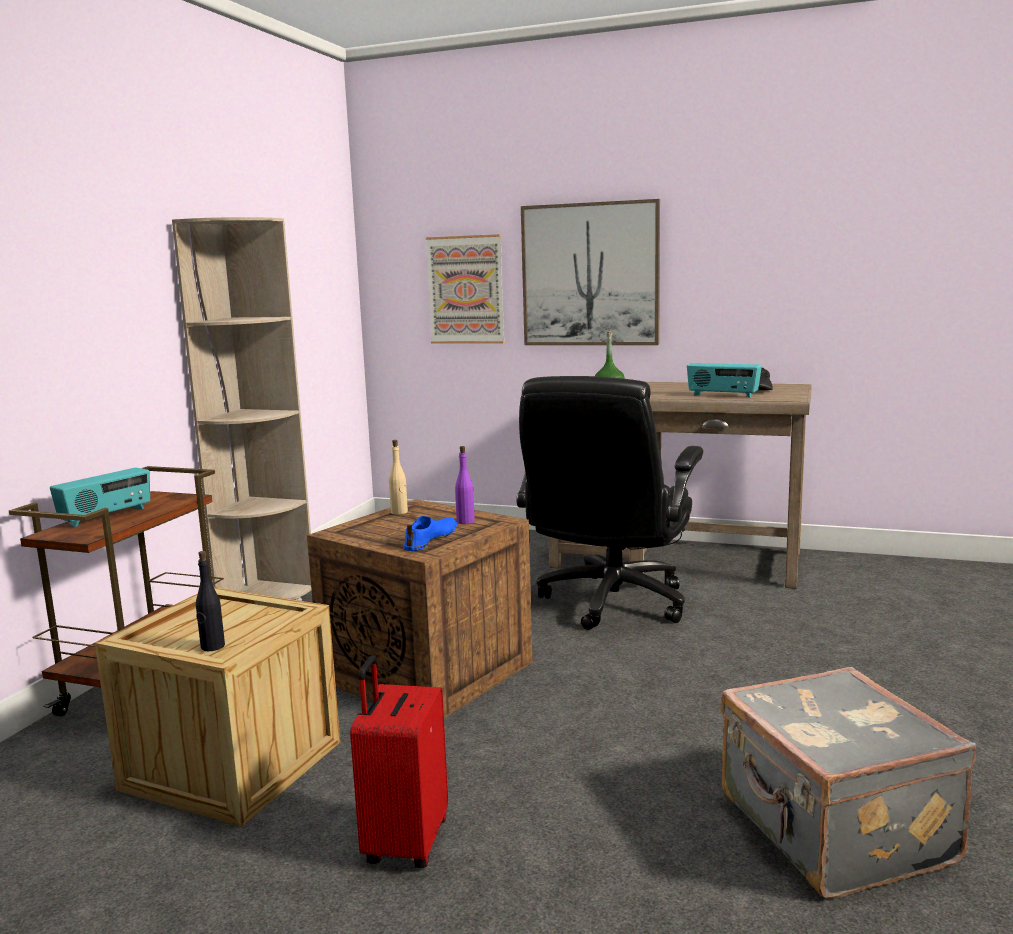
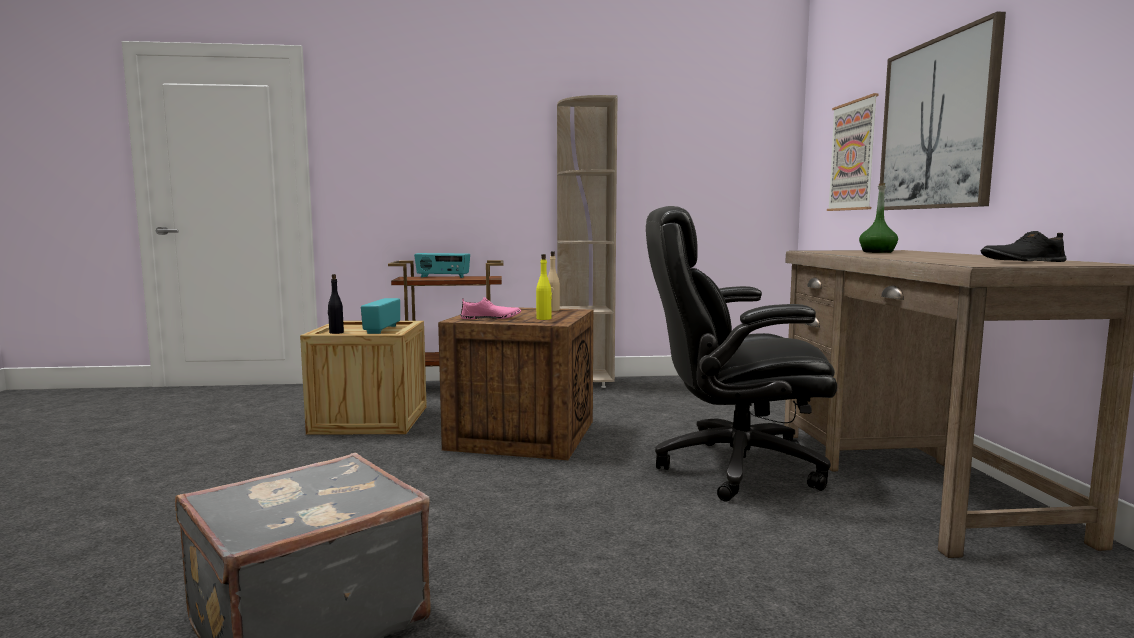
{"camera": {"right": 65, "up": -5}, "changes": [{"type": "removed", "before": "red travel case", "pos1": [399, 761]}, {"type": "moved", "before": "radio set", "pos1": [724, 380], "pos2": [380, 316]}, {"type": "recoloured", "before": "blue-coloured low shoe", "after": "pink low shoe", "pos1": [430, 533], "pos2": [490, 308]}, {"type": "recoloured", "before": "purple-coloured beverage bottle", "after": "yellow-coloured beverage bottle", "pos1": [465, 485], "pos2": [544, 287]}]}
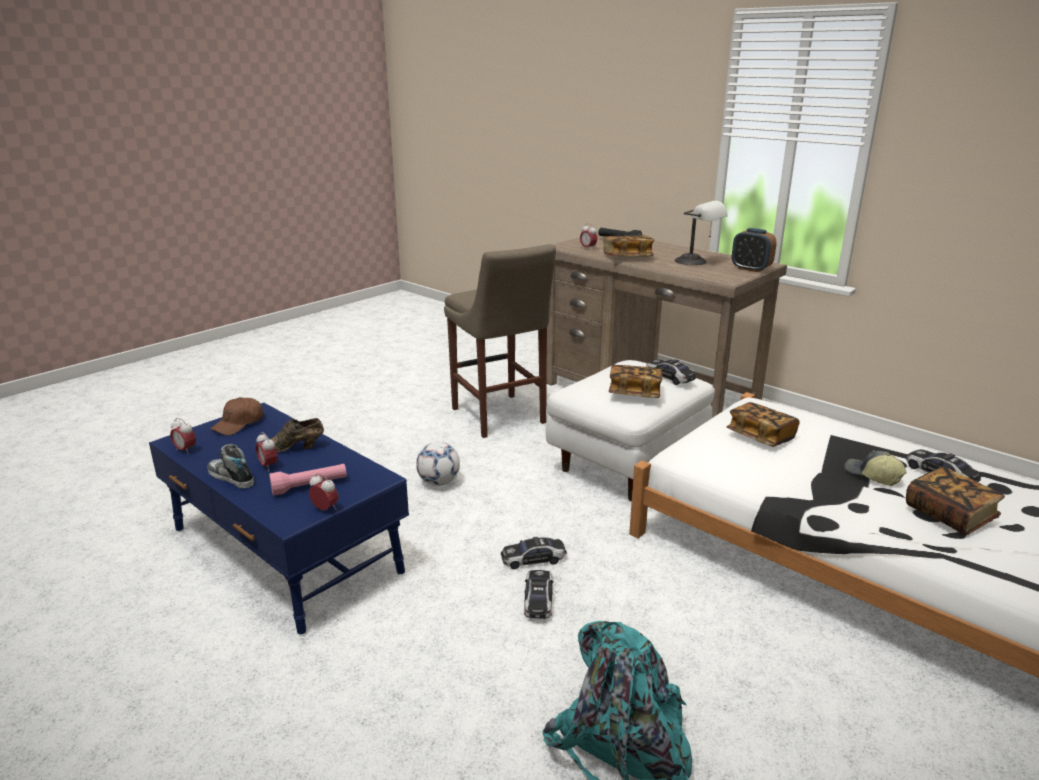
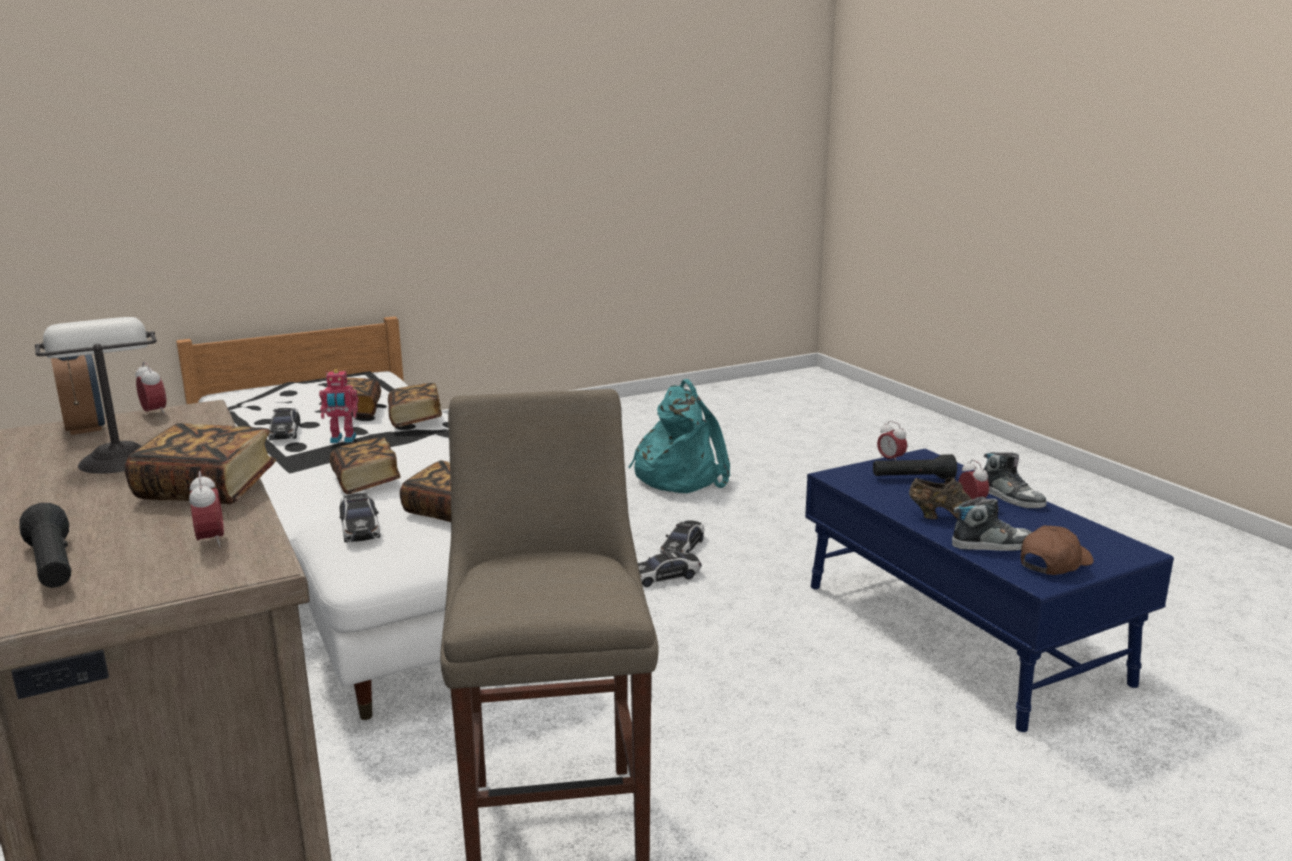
{"camera": {"right": -160, "up": -5}, "changes": [{"type": "removed", "before": "football", "pos1": [438, 464]}, {"type": "added", "after": "volume", "pos2": [415, 405]}, {"type": "added", "after": "low shoe", "pos2": [992, 524]}, {"type": "moved", "before": "bedside clock", "pos1": [183, 436], "pos2": [150, 389]}, {"type": "replaced", "before": "cap", "after": "toy robot", "pos1": [875, 468], "pos2": [339, 406]}, {"type": "recoloured", "before": "pink flashlight", "after": "black-coloured flashlight", "pos1": [308, 480], "pos2": [915, 466]}, {"type": "turned", "before": "toy car", "pos1": [534, 553], "pos2": [670, 569], "turn": 150}]}
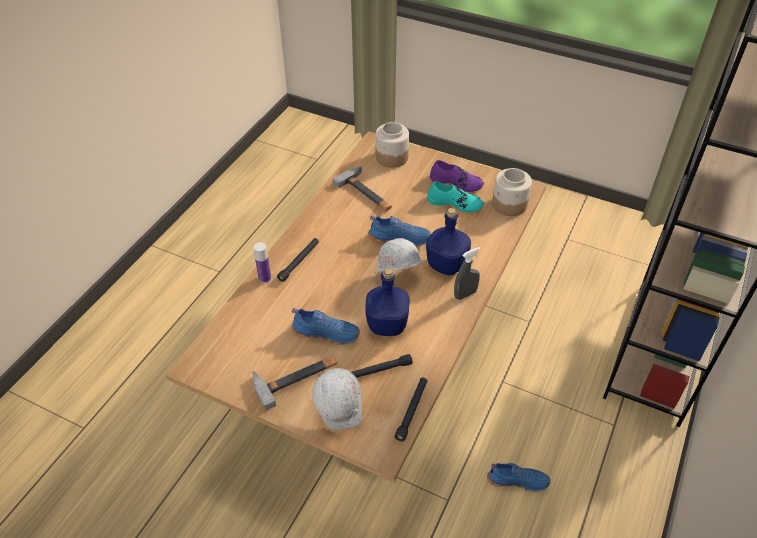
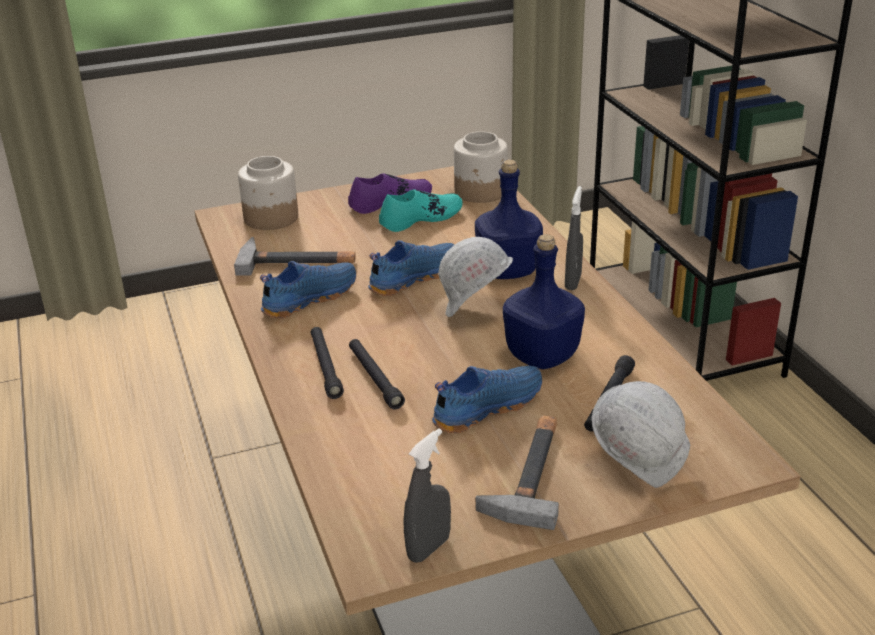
{"camera": {"right": -45, "up": -15}, "changes": [{"type": "removed", "before": "beverage bottle", "pos1": [262, 262]}, {"type": "added", "after": "gray hand sprayer", "pos2": [427, 495]}, {"type": "moved", "before": "black-coloured flashlight", "pos1": [411, 409], "pos2": [377, 374]}, {"type": "moved", "before": "blue-coloured low shoe", "pos1": [519, 477], "pos2": [308, 289]}]}
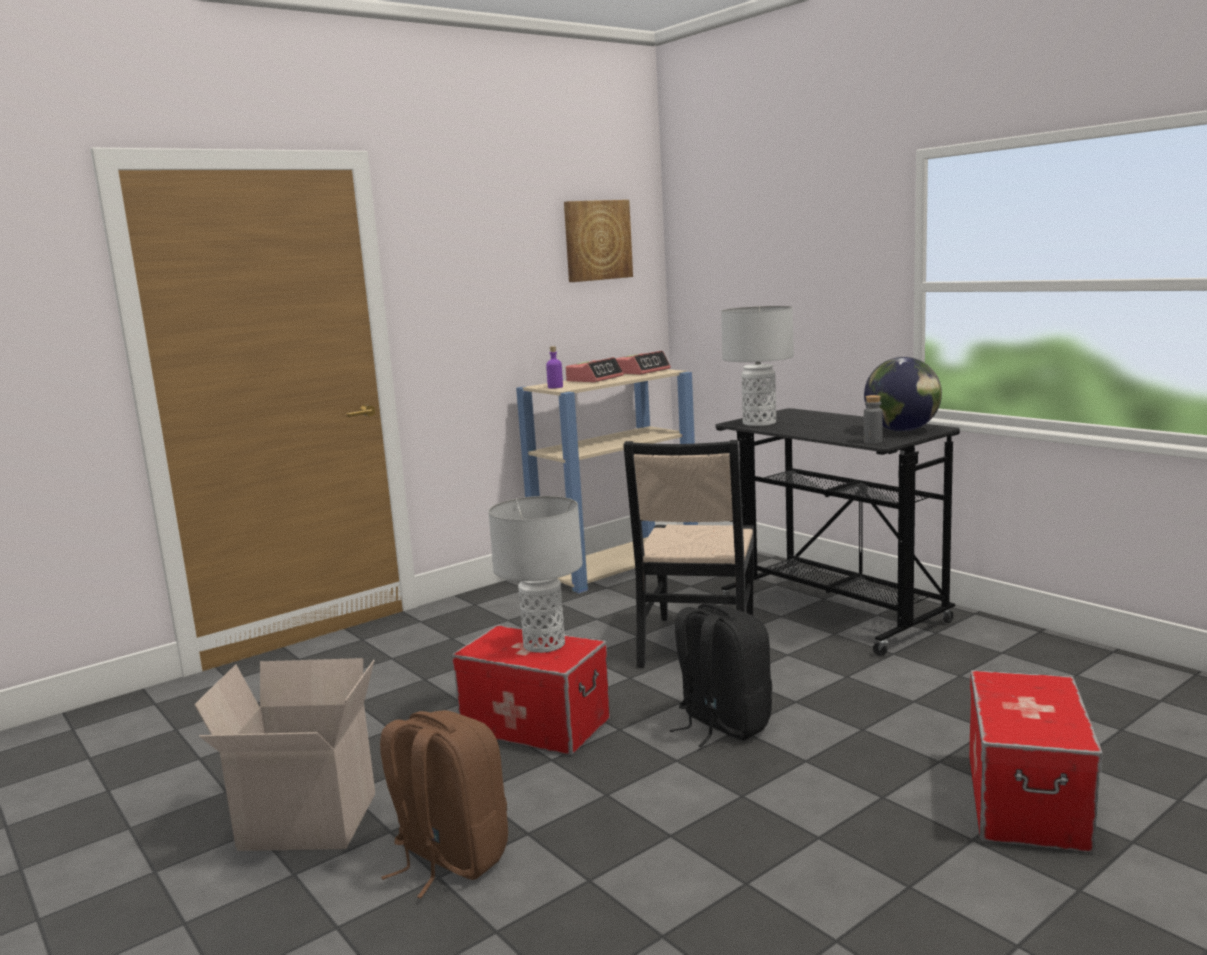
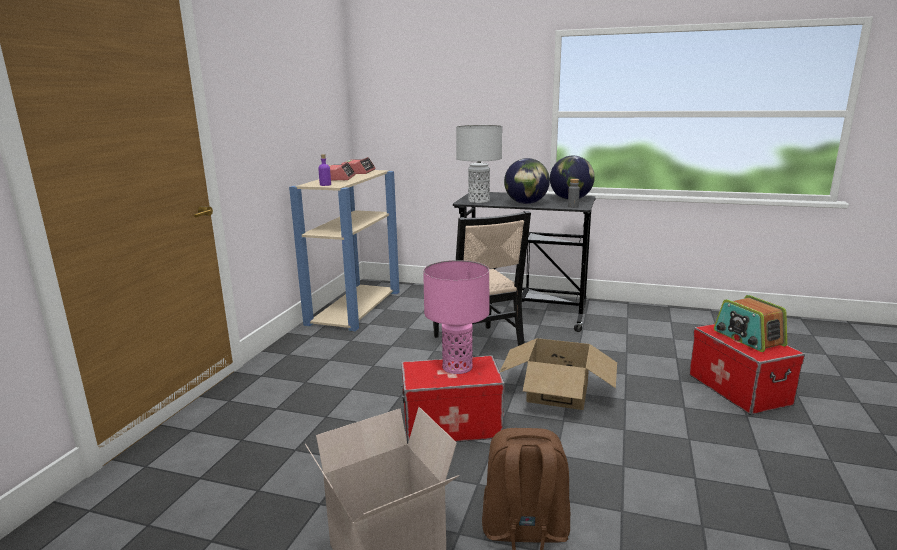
{"camera": {"right": -35, "up": 5}, "changes": [{"type": "removed", "before": "picture", "pos1": [598, 241]}, {"type": "added", "after": "globe", "pos2": [527, 181]}, {"type": "added", "after": "radio set", "pos2": [750, 323]}, {"type": "replaced", "before": "black-coloured knapsack", "after": "cardboard box", "pos1": [720, 675], "pos2": [558, 374]}, {"type": "recoloured", "before": "whitish lamp for a table", "after": "pink lamp for a table", "pos1": [536, 574], "pos2": [456, 317]}]}
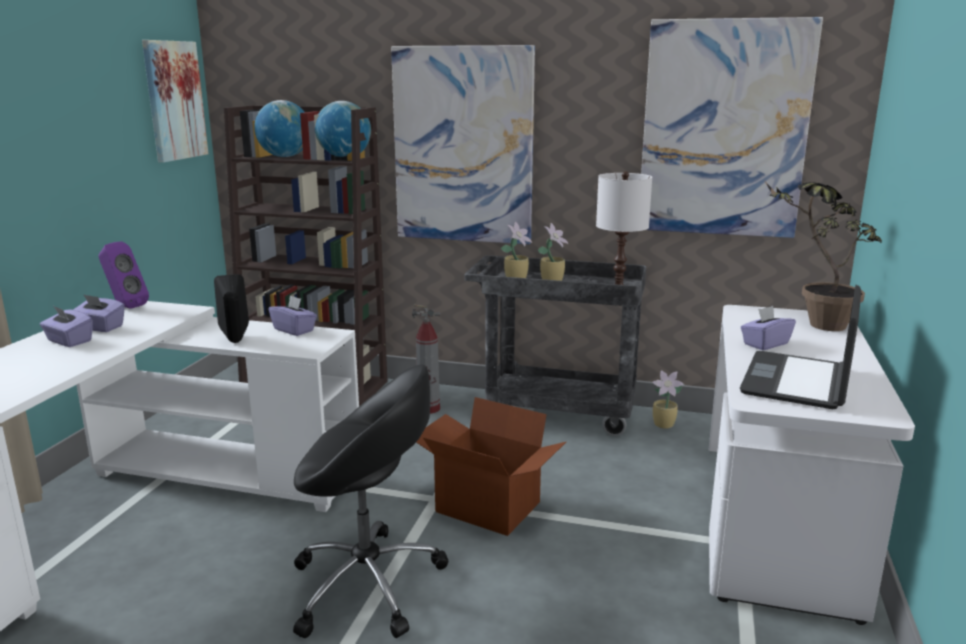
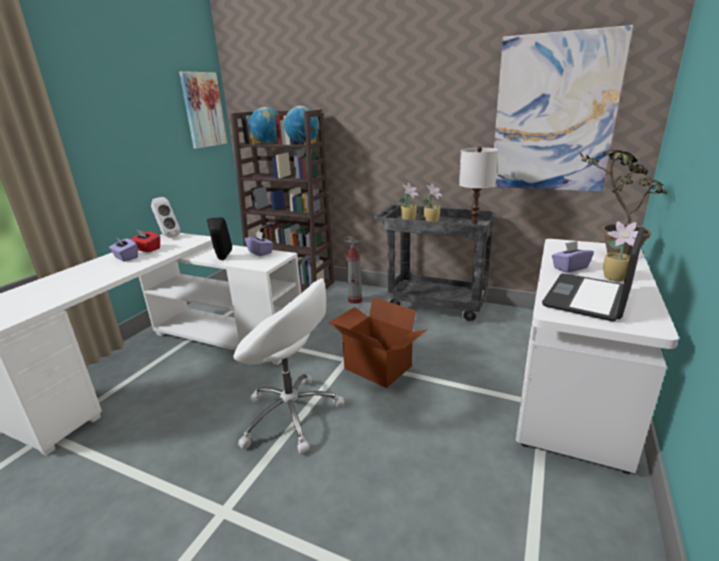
{"camera": {"right": 10, "up": 5}, "changes": [{"type": "removed", "before": "picture", "pos1": [463, 144]}, {"type": "moved", "before": "plant in a pot", "pos1": [668, 399], "pos2": [624, 251]}, {"type": "recoloured", "before": "purple-coloured tissue holder", "after": "red tissue holder", "pos1": [99, 313], "pos2": [145, 241]}, {"type": "recoloured", "before": "purple-coloured speaker", "after": "whitish speaker", "pos1": [124, 275], "pos2": [165, 217]}, {"type": "recoloured", "before": "black-coloured desk chair", "after": "whitish desk chair", "pos1": [371, 501], "pos2": [289, 366]}]}
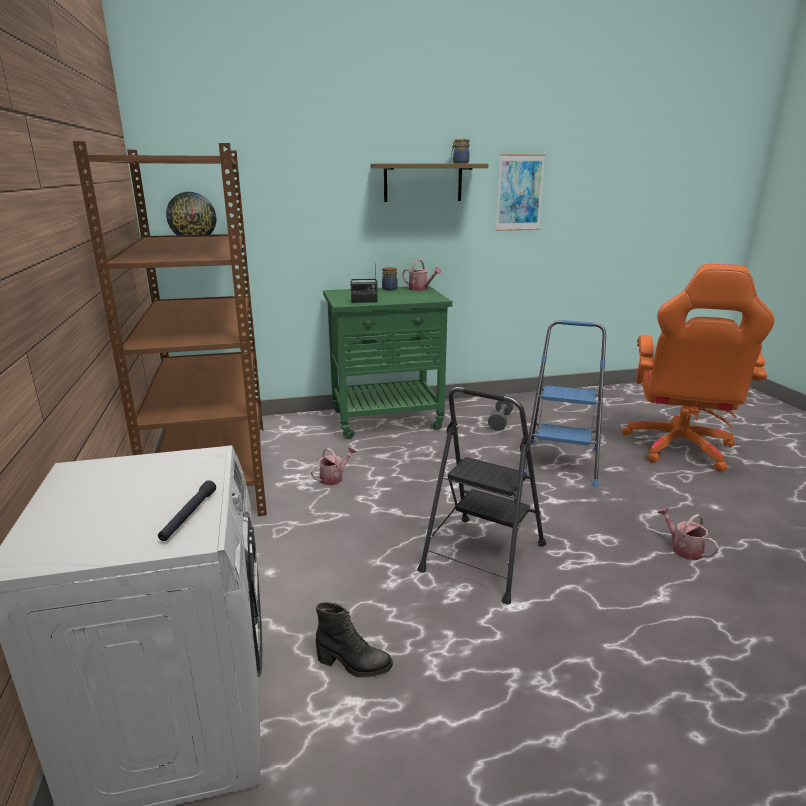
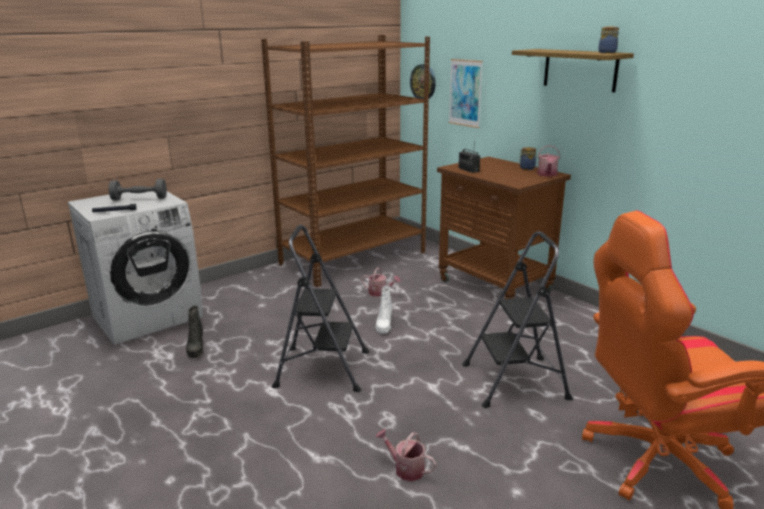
{"camera": {"right": 65, "up": 0}, "changes": [{"type": "added", "after": "whitish high-top boot", "pos2": [384, 310]}, {"type": "moved", "before": "gray dumbbell", "pos1": [500, 415], "pos2": [138, 190]}, {"type": "moved", "before": "picture", "pos1": [521, 192], "pos2": [466, 93]}, {"type": "recoloured", "before": "green trolley", "after": "brown trolley", "pos1": [387, 362], "pos2": [504, 227]}, {"type": "recoloured", "before": "blue-coloured step stool", "after": "black-coloured step stool", "pos1": [565, 403], "pos2": [517, 319]}, {"type": "turned", "before": "watering can", "pos1": [688, 533], "pos2": [406, 455], "turn": -90}]}
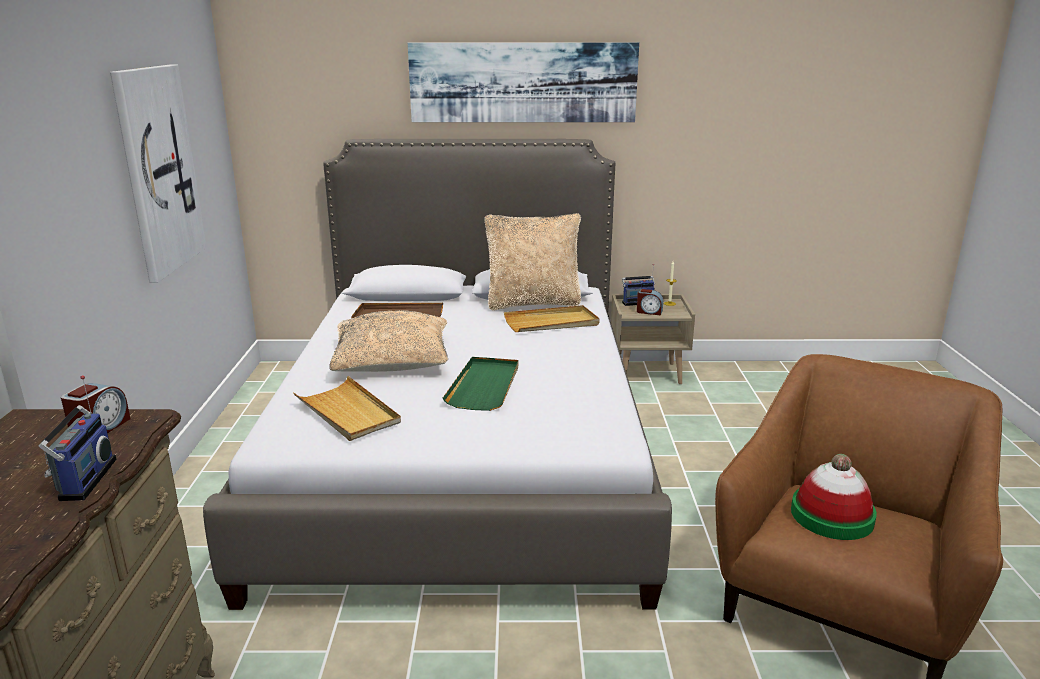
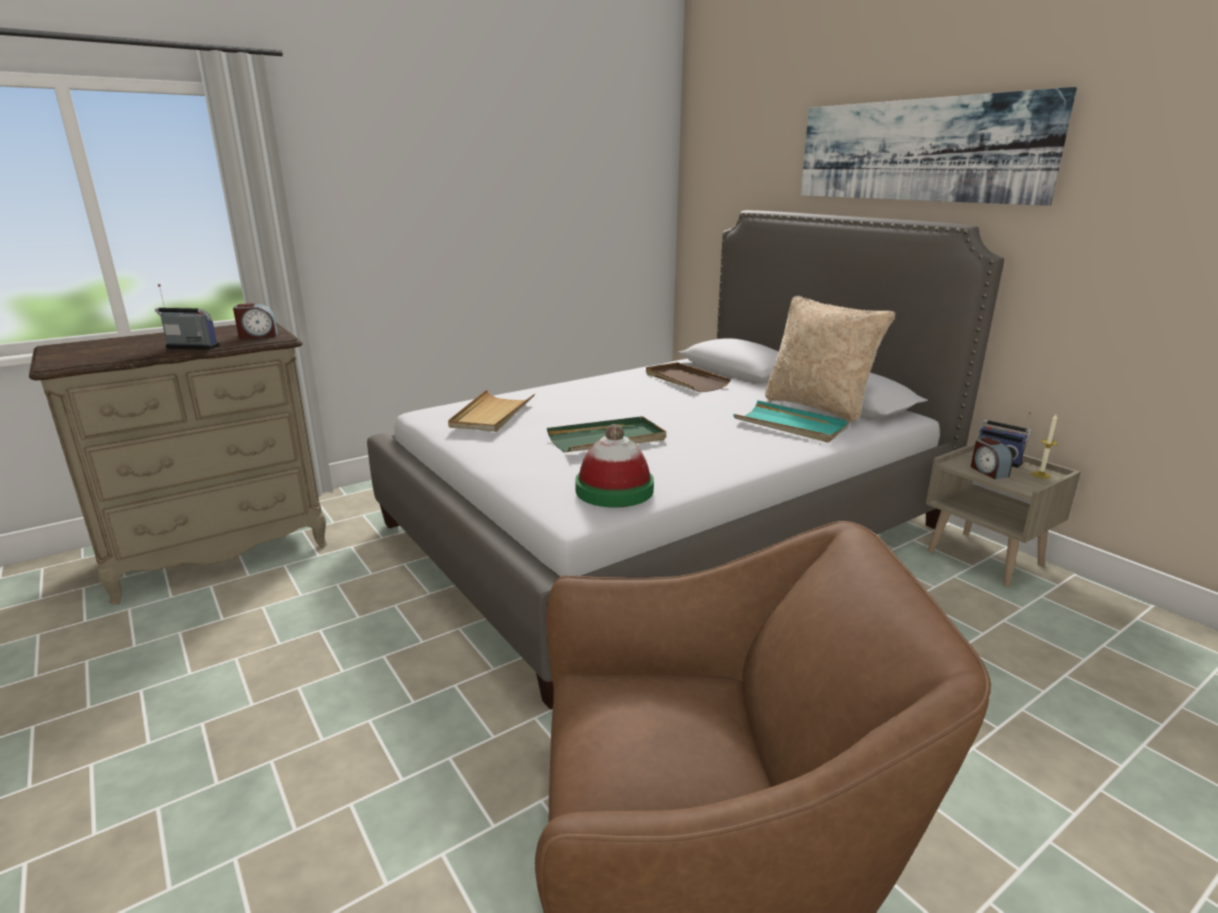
{"camera": {"right": 55, "up": 0}, "changes": [{"type": "removed", "before": "picture", "pos1": [158, 173]}, {"type": "removed", "before": "beige throw pillow", "pos1": [389, 341]}, {"type": "moved", "before": "hat", "pos1": [834, 497], "pos2": [614, 466]}, {"type": "recoloured", "before": "beige serving tray", "after": "turquoise-coloured serving tray", "pos1": [552, 318], "pos2": [791, 421]}, {"type": "turned", "before": "radio set", "pos1": [78, 438], "pos2": [187, 317], "turn": -135}]}
